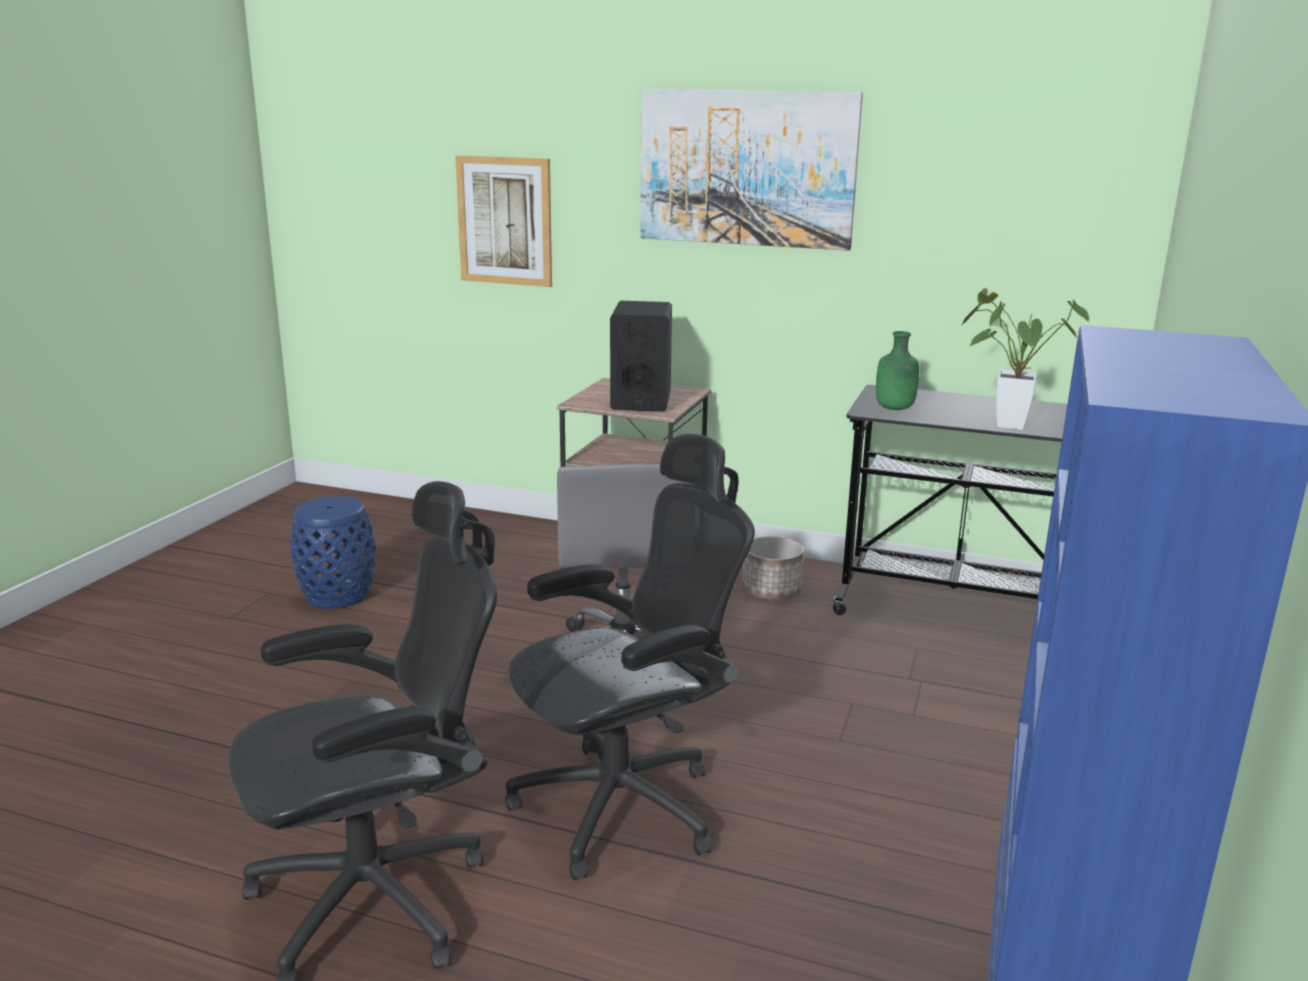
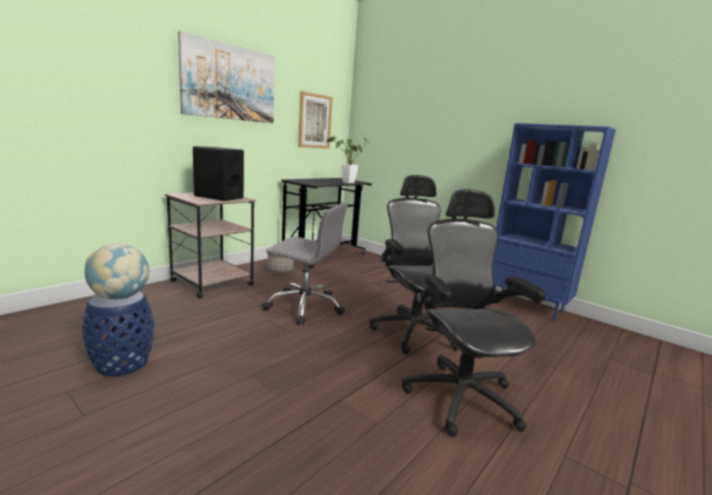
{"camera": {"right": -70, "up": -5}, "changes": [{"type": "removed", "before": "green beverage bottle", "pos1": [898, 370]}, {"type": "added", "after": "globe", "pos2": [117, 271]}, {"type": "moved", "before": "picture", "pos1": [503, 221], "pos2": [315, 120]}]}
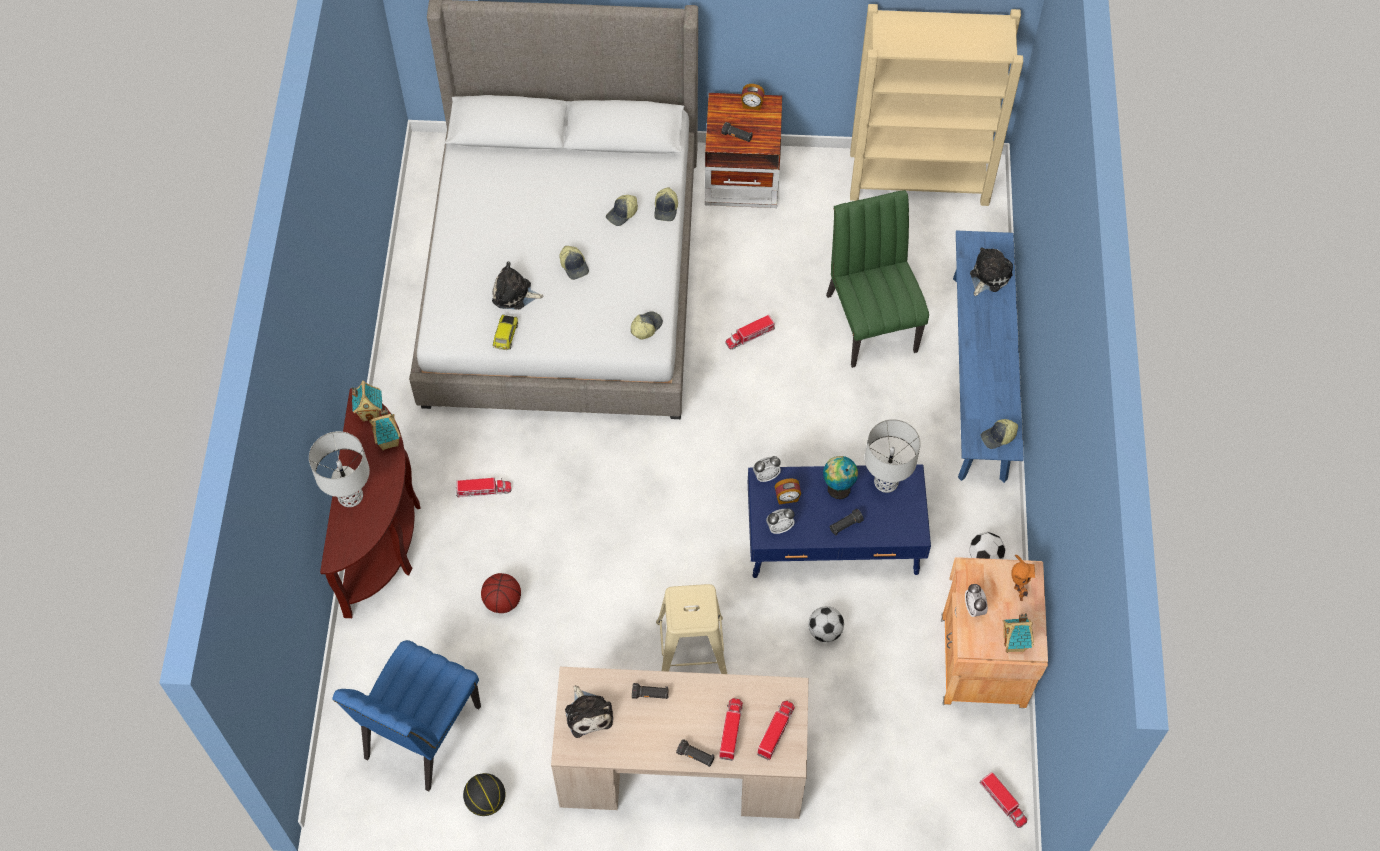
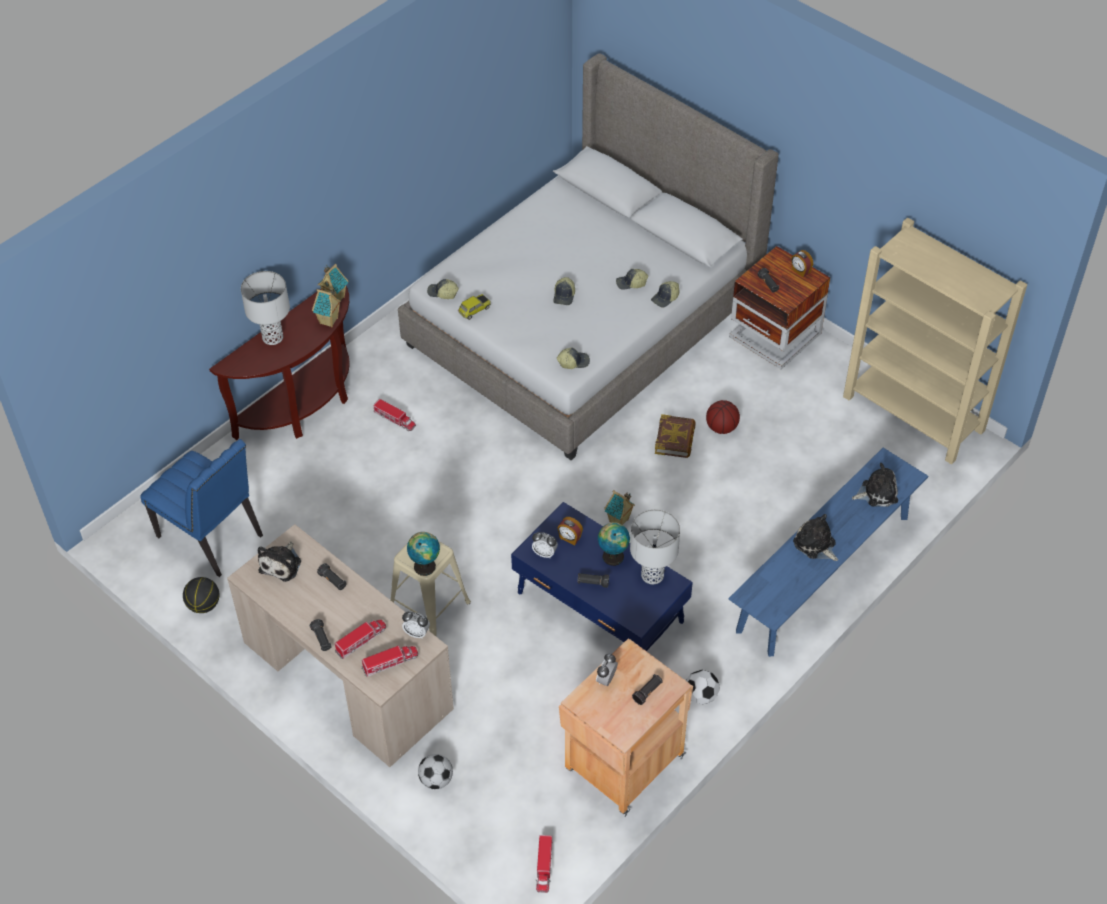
{"camera": {"right": 40, "up": -10}, "changes": [{"type": "removed", "before": "green plain chair", "pos1": [877, 279]}, {"type": "added", "after": "globe", "pos2": [423, 554]}, {"type": "moved", "before": "basketball", "pos1": [501, 593], "pos2": [723, 417]}, {"type": "moved", "before": "cuddly toy", "pos1": [518, 285], "pos2": [815, 537]}, {"type": "moved", "before": "bedside clock", "pos1": [767, 469], "pos2": [416, 625]}, {"type": "moved", "before": "football", "pos1": [826, 624], "pos2": [435, 771]}, {"type": "moved", "before": "cap", "pos1": [999, 434], "pos2": [443, 289]}, {"type": "moved", "before": "miniature house", "pos1": [1018, 633], "pos2": [619, 507]}, {"type": "replaced", "before": "toy lorry", "after": "volume", "pos1": [750, 332], "pos2": [675, 436]}, {"type": "replaced", "before": "toy robot", "after": "black-coloured flashlight", "pos1": [1023, 578], "pos2": [647, 689]}, {"type": "turned", "before": "blue-coloured plain chair", "pos1": [406, 715], "pos2": [201, 508], "turn": -120}]}
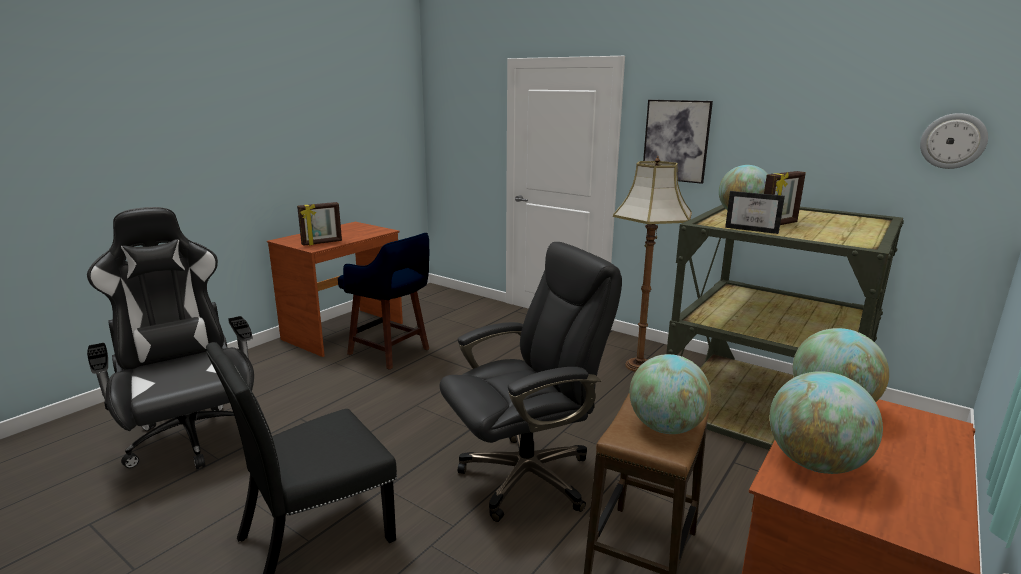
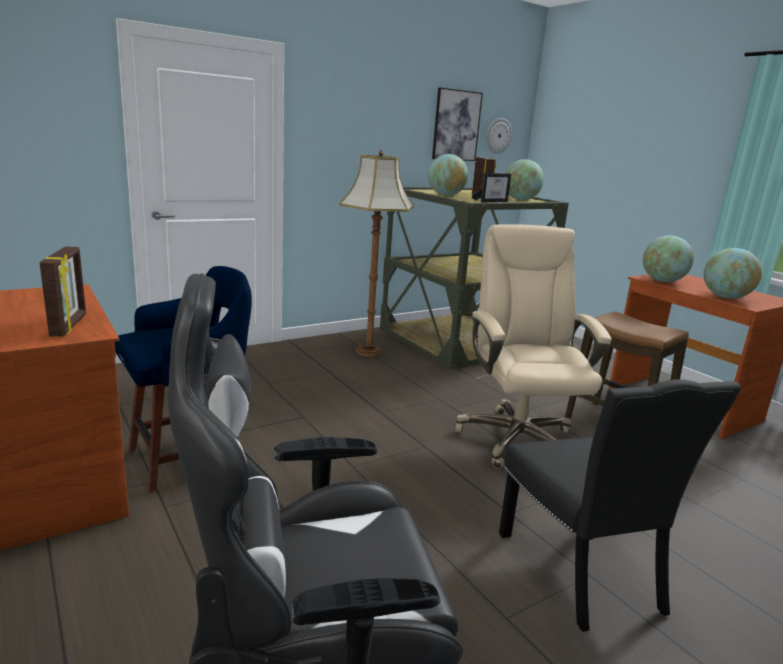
{"camera": {"right": -70, "up": 0}, "changes": [{"type": "moved", "before": "globe", "pos1": [670, 394], "pos2": [524, 179]}, {"type": "moved", "before": "picture", "pos1": [678, 142], "pos2": [457, 124]}, {"type": "recoloured", "before": "black-coloured desk chair", "after": "beige desk chair", "pos1": [531, 382], "pos2": [533, 346]}]}
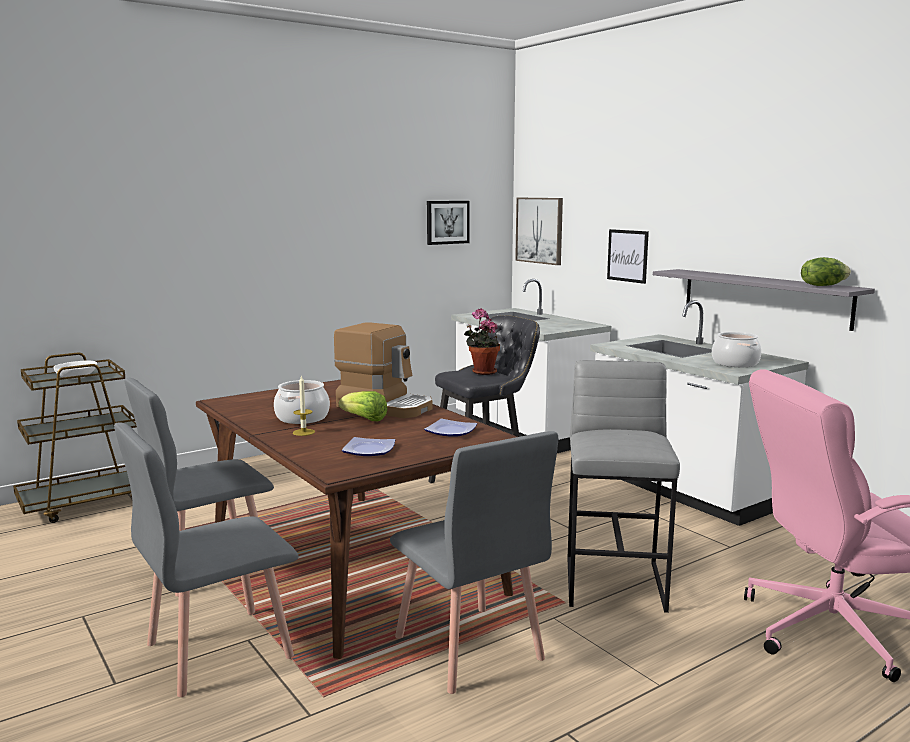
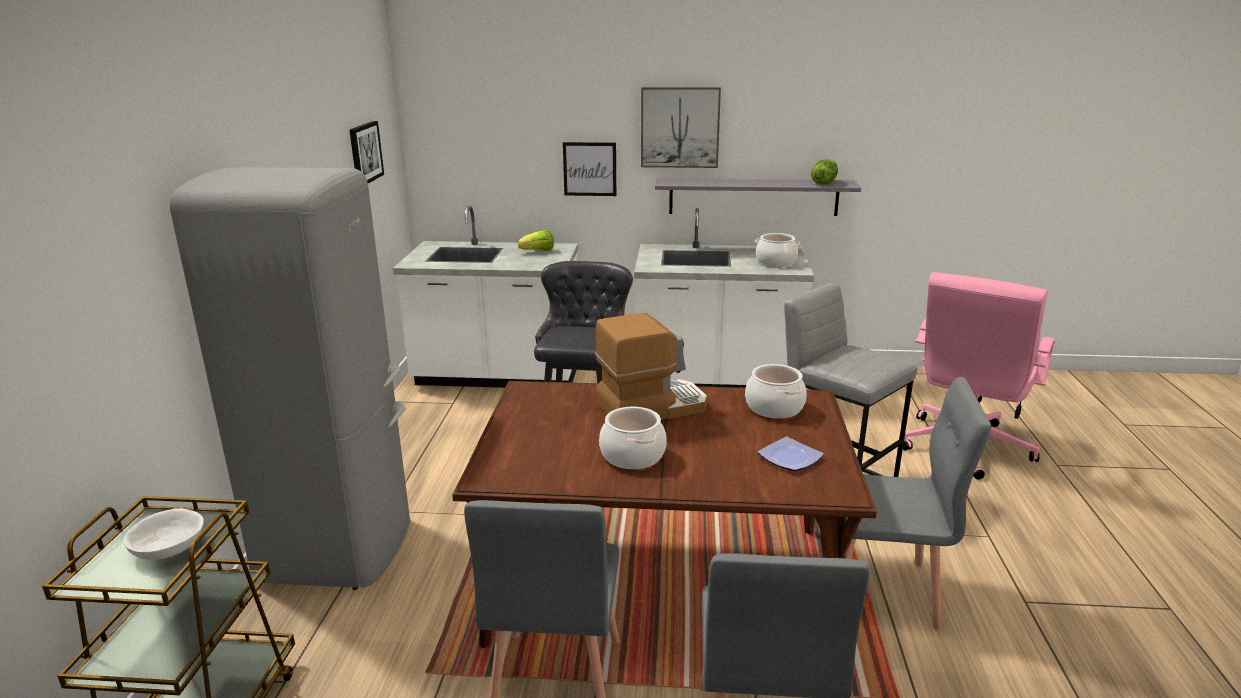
{"camera": {"right": -50, "up": 10}, "changes": [{"type": "removed", "before": "candle", "pos1": [304, 405]}, {"type": "removed", "before": "plant in a pot", "pos1": [482, 341]}, {"type": "added", "after": "gray kitchen fridge", "pos2": [290, 378]}, {"type": "moved", "before": "lettuce head", "pos1": [363, 406], "pos2": [536, 240]}, {"type": "moved", "before": "picture", "pos1": [539, 231], "pos2": [681, 127]}, {"type": "replaced", "before": "dinner plate", "after": "saucepot", "pos1": [450, 427], "pos2": [776, 391]}]}
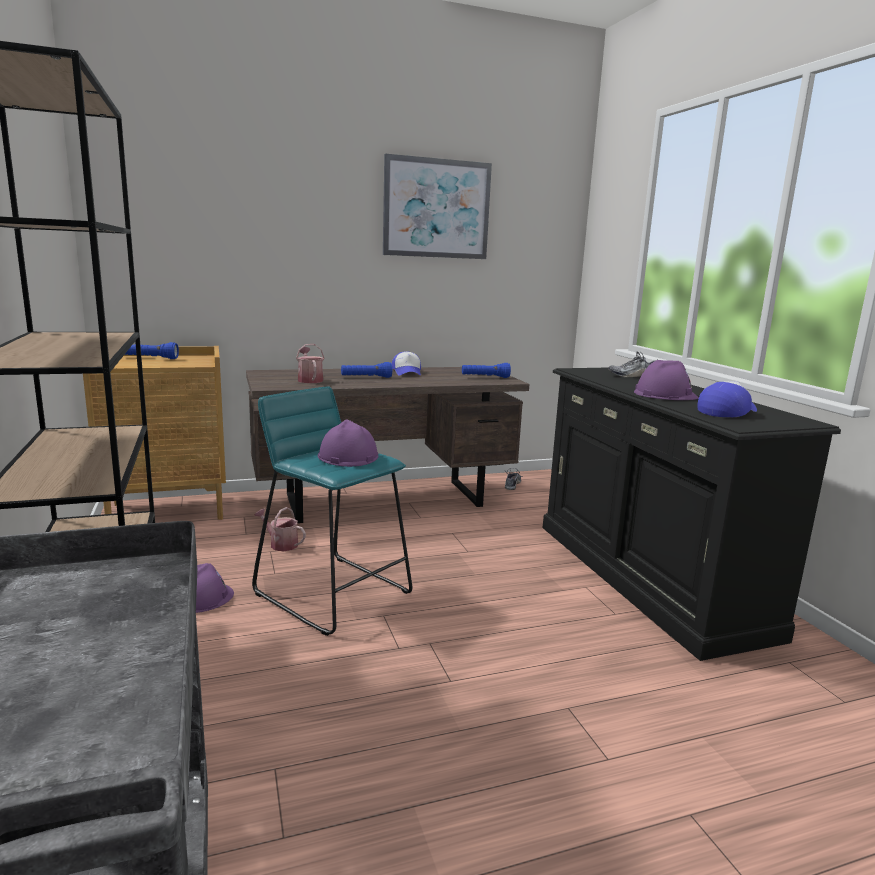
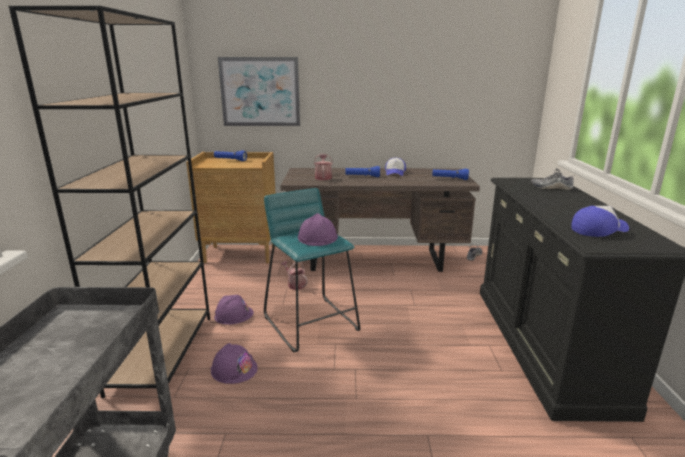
{"camera": {"right": 20, "up": 5}, "changes": [{"type": "moved", "before": "picture", "pos1": [437, 206], "pos2": [259, 91]}, {"type": "moved", "before": "purple-coloured work helmet", "pos1": [666, 380], "pos2": [234, 363]}]}
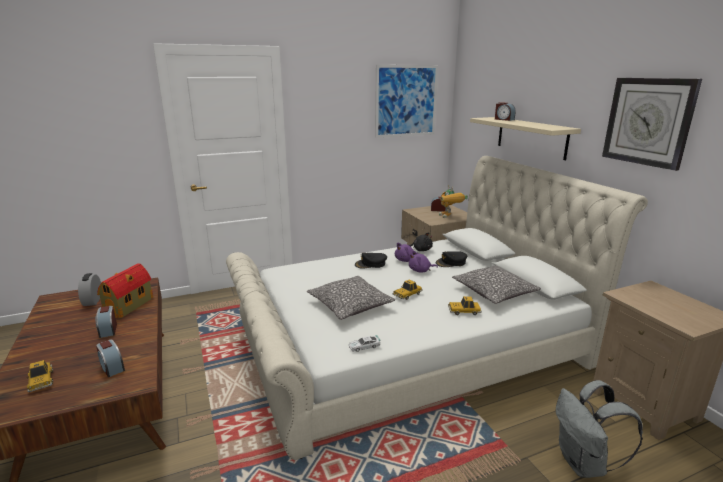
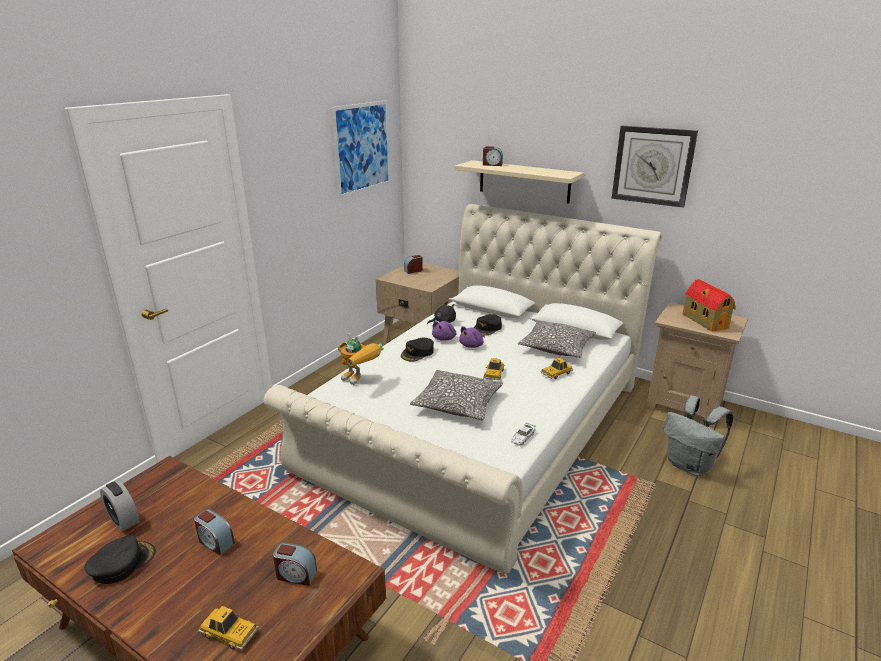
{"camera": {"right": -35, "up": 5}, "changes": [{"type": "added", "after": "black-coloured cap", "pos2": [120, 559]}, {"type": "moved", "before": "miniature house", "pos1": [125, 290], "pos2": [709, 305]}, {"type": "moved", "before": "toy robot", "pos1": [453, 201], "pos2": [360, 359]}]}
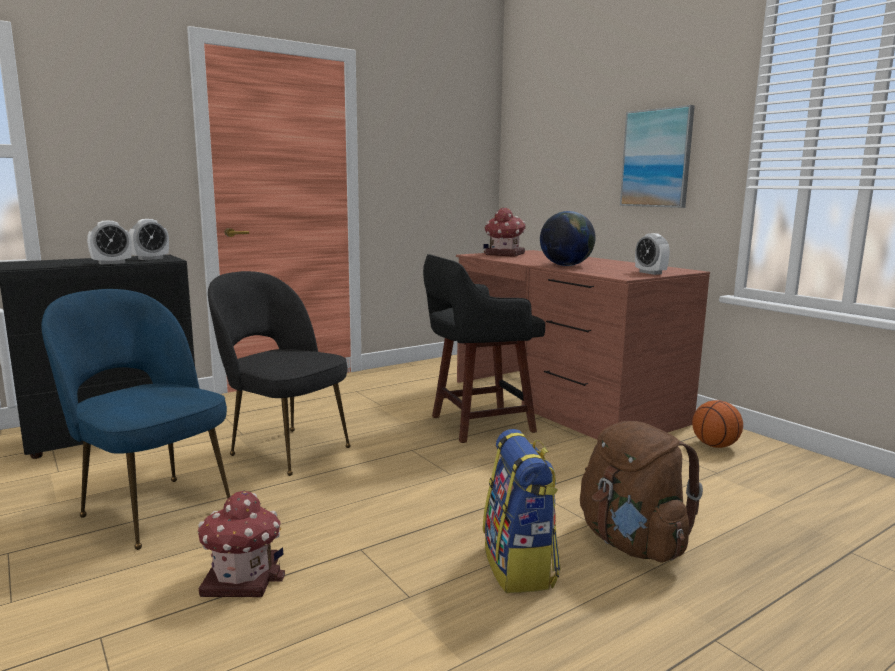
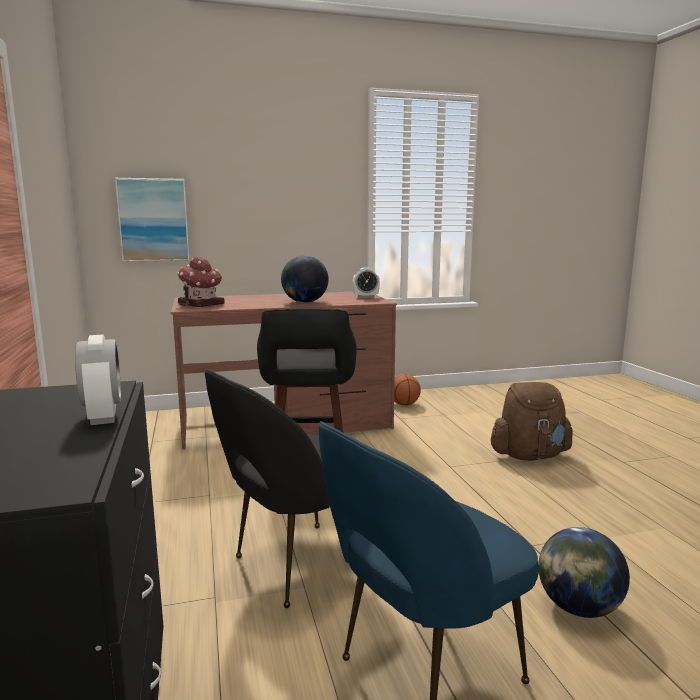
{"camera": {"right": -70, "up": 0}, "changes": [{"type": "removed", "before": "bedside clock", "pos1": [149, 239]}, {"type": "removed", "before": "knapsack", "pos1": [522, 511]}, {"type": "moved", "before": "picture", "pos1": [657, 156], "pos2": [152, 220]}, {"type": "replaced", "before": "miniature house", "after": "globe", "pos1": [241, 543], "pos2": [584, 572]}]}
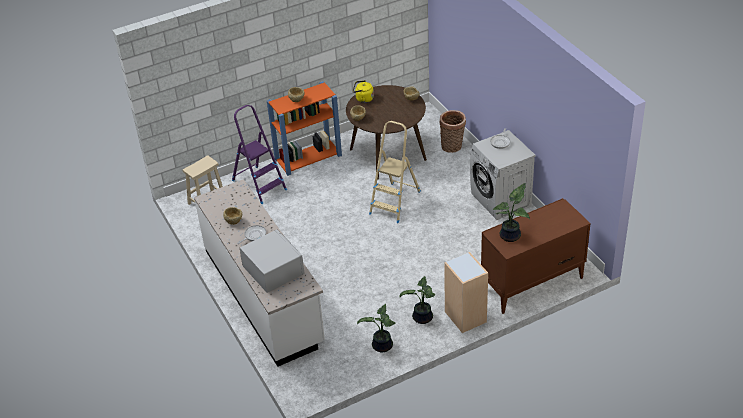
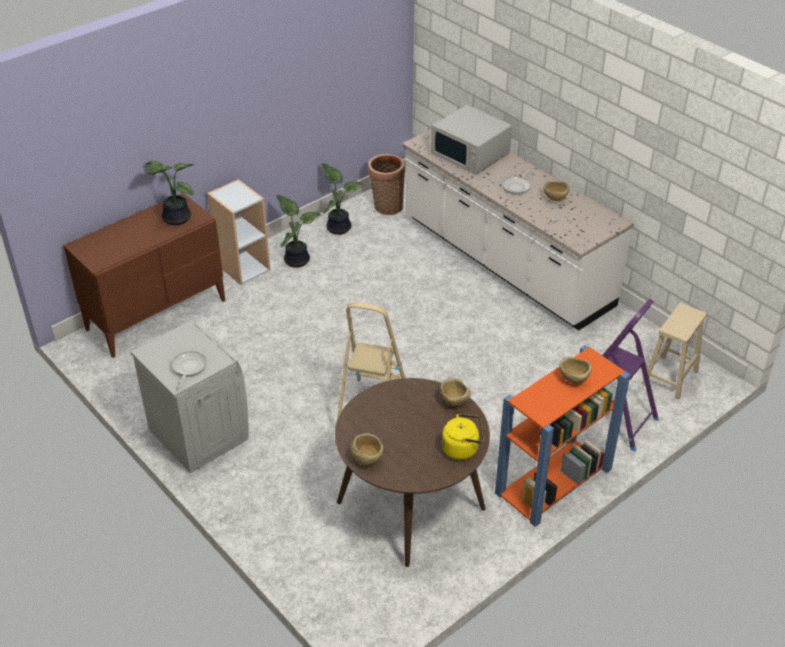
{"camera": {"right": 165, "up": 0}, "changes": [{"type": "moved", "before": "household basket", "pos1": [453, 131], "pos2": [386, 184]}]}
